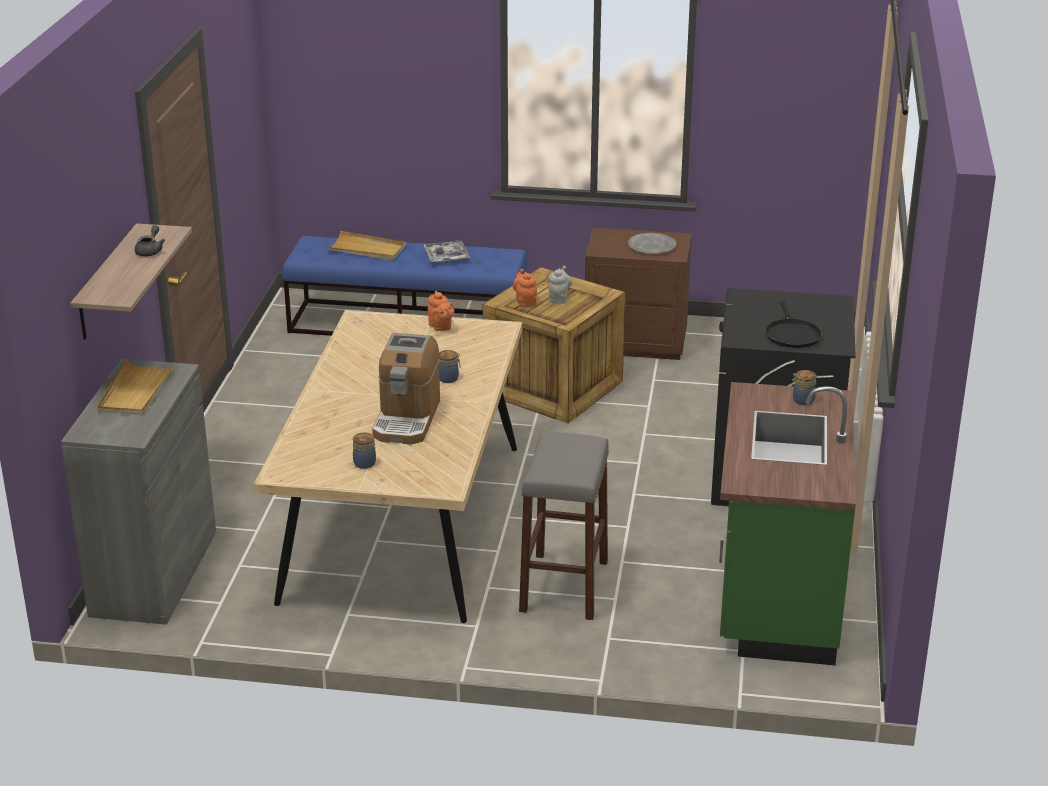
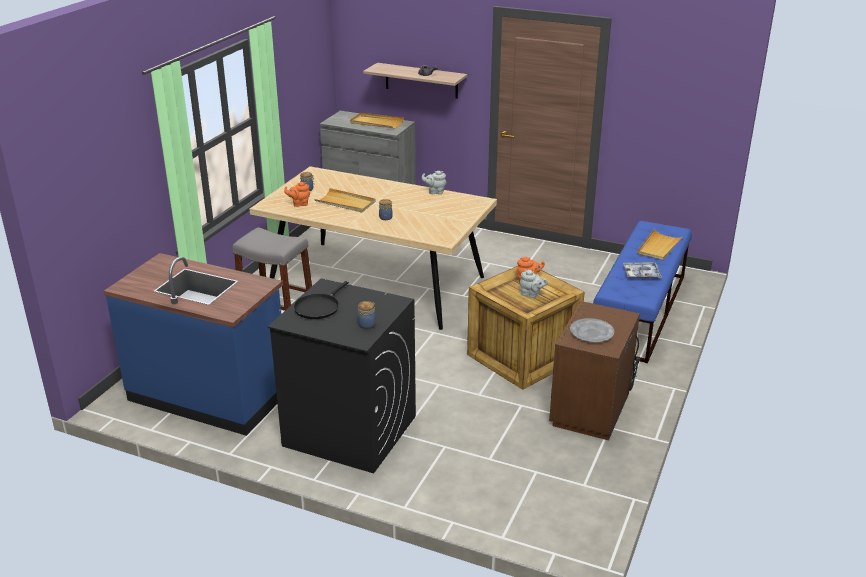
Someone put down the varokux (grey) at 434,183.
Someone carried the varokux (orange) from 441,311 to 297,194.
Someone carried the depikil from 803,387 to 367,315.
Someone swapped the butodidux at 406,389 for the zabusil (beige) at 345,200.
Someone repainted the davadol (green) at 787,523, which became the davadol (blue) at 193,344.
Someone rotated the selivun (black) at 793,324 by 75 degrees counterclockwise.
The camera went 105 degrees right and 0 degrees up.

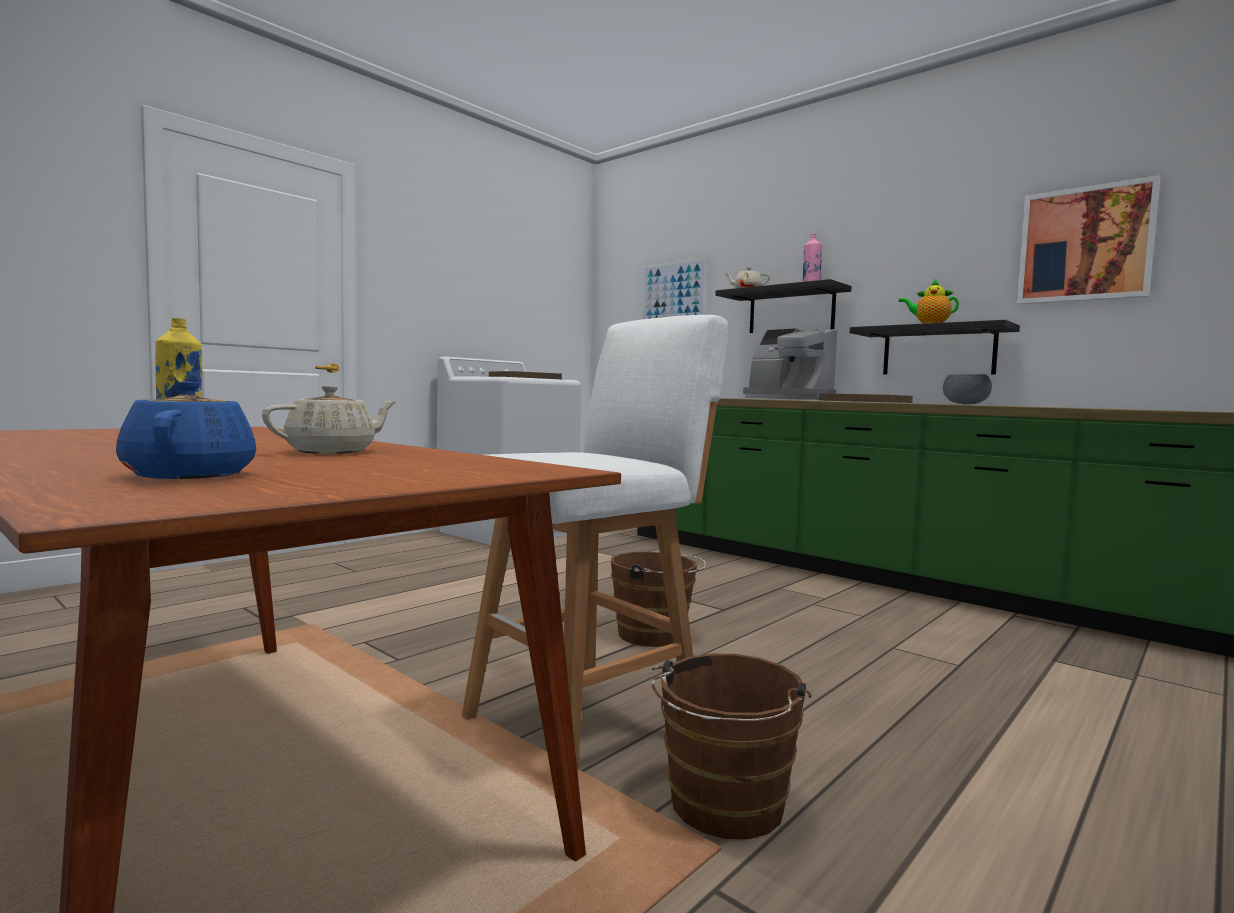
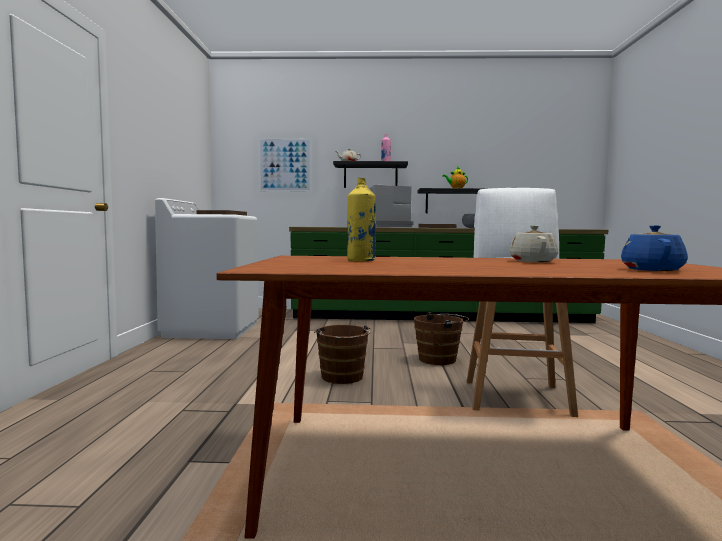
Someone took away the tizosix at 1089,240.
Someone carried the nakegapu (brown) from 731,746 to 342,354.
Someone rotated the varokux (blue) at 186,430 by 75 degrees clockwise.
Someone rotated the butodidux at 790,364 by 150 degrees clockwise.
The camera went 40 degrees left and 0 degrees up.

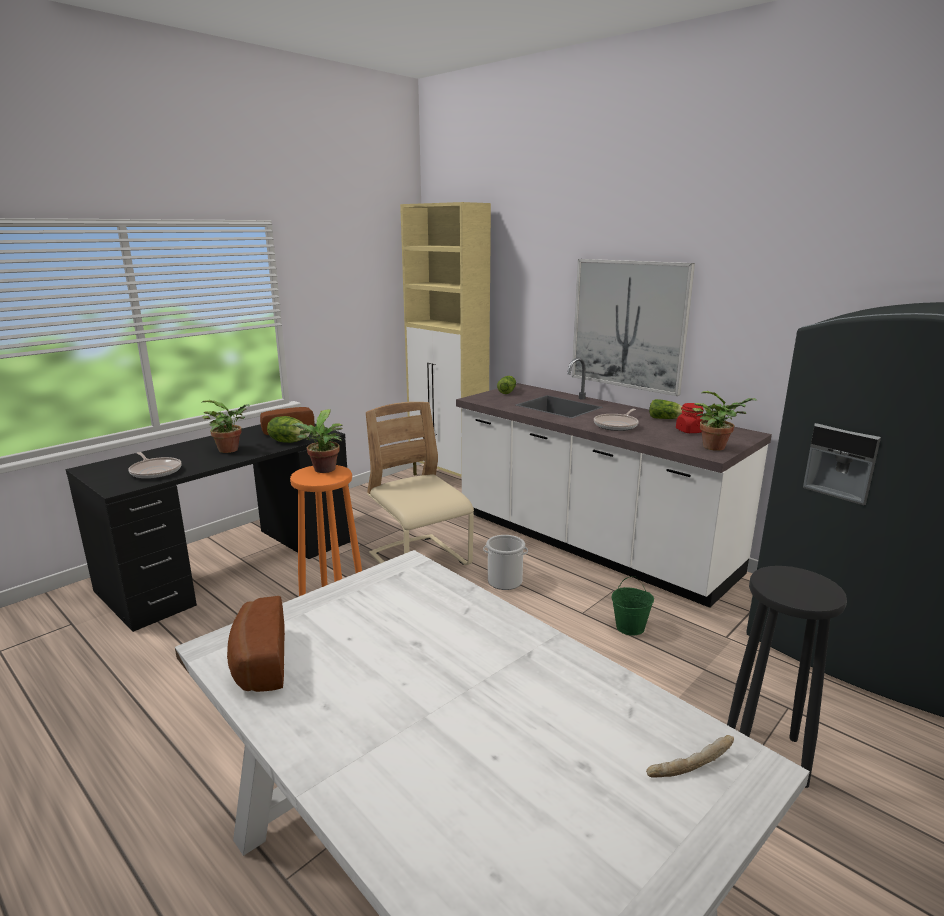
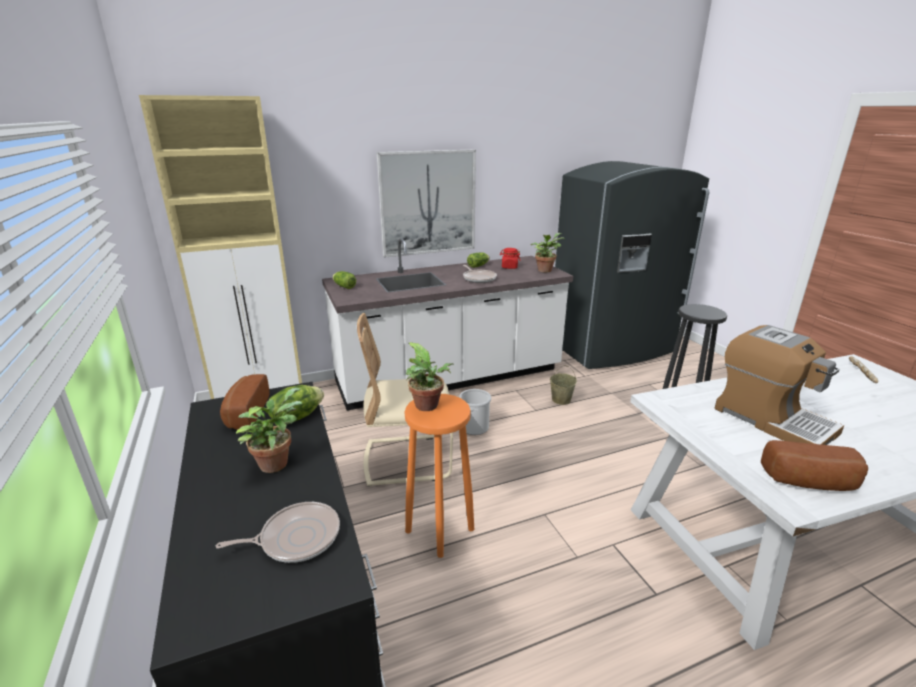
Someone put down the butodidux at 779,385.
Someone repainted the nakegapu (green) at 633,606, which became the nakegapu (beige) at 563,385.
The camera went 65 degrees left and 5 degrees up.

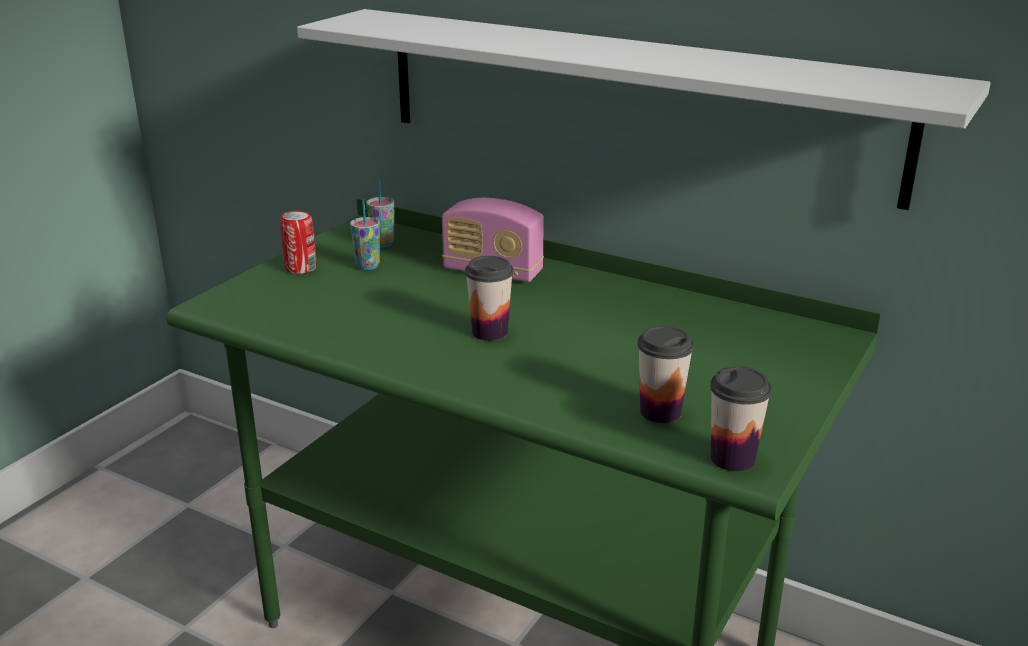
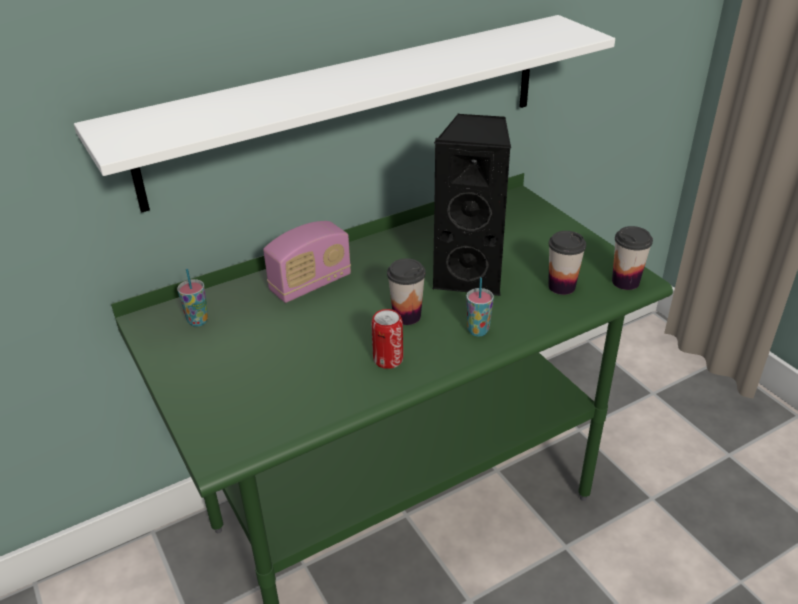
Someone put down the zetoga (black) at 471,205.
Someone carried the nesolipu from 298,242 to 387,339.
Someone carried the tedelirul from 365,234 to 480,306.
The camera went 60 degrees left and 10 degrees up.

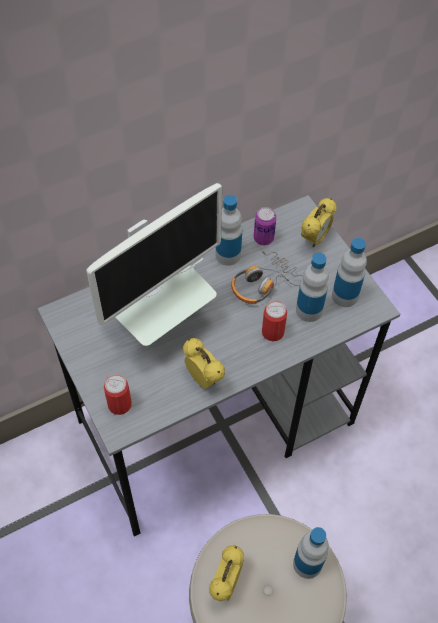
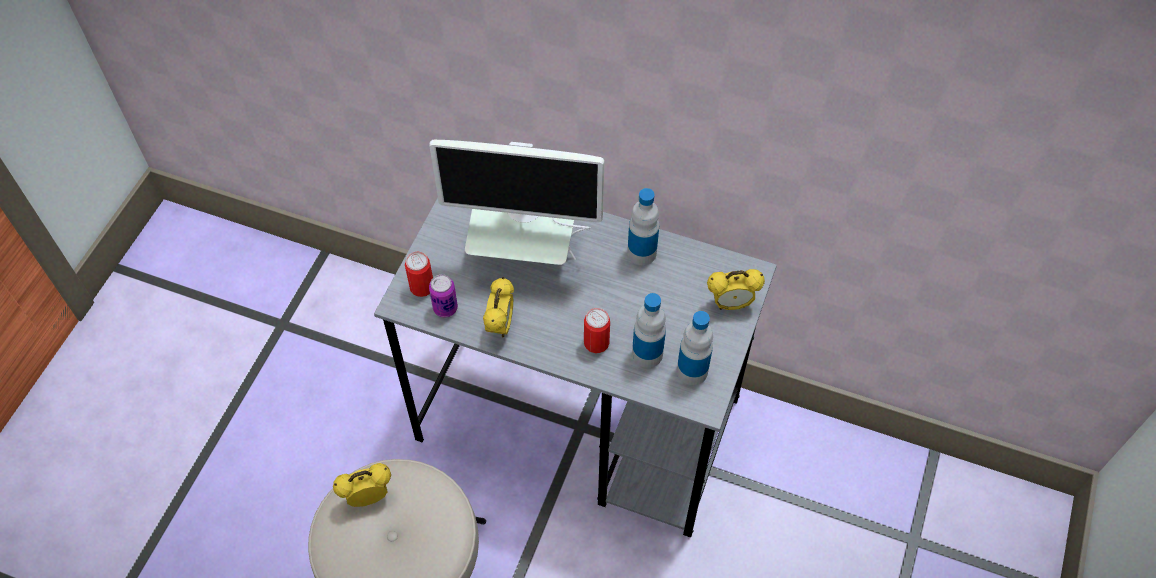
Someone took away the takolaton at 267,277.
Someone took away the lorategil at 311,553.
Someone carried the nesolipu from 265,226 to 443,296.
The camera went 50 degrees right and 0 degrees up.

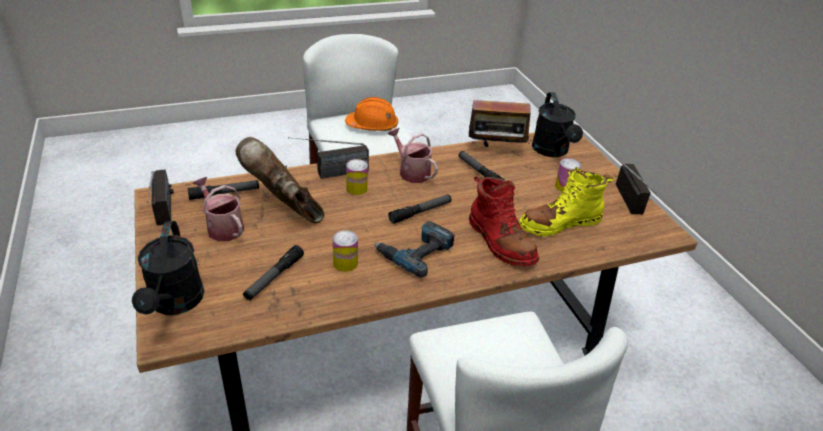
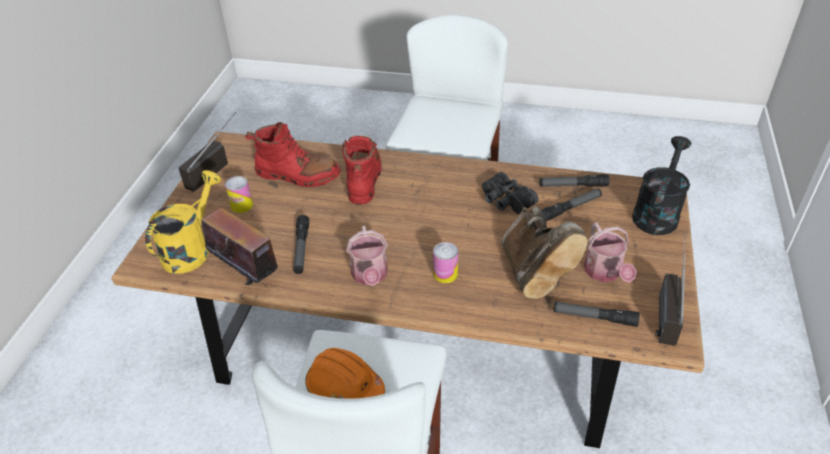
Someone took away the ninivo at 328,158.
Someone took away the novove at 414,249.
Someone carried the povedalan from 420,209 to 574,180.
Someone swapped the nesolipu at 345,251 for the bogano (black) at 510,193.
Someone repainted the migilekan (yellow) at 566,202, which became the migilekan (red) at 293,154.
Someone repainted the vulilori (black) at 557,125, which became the vulilori (yellow) at 183,222.
The camera went 145 degrees left and 5 degrees up.

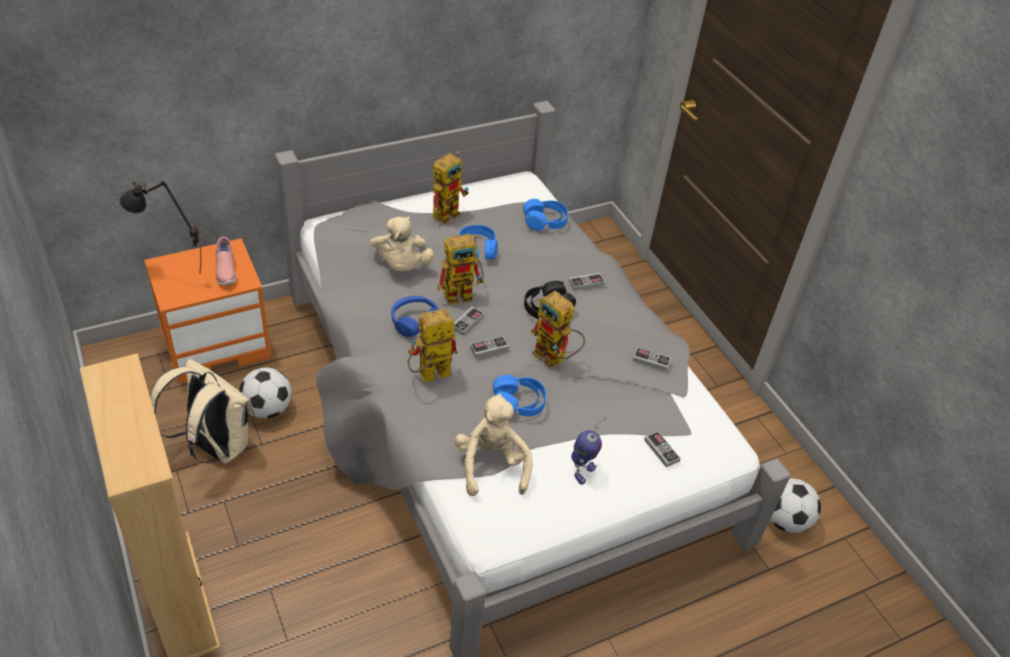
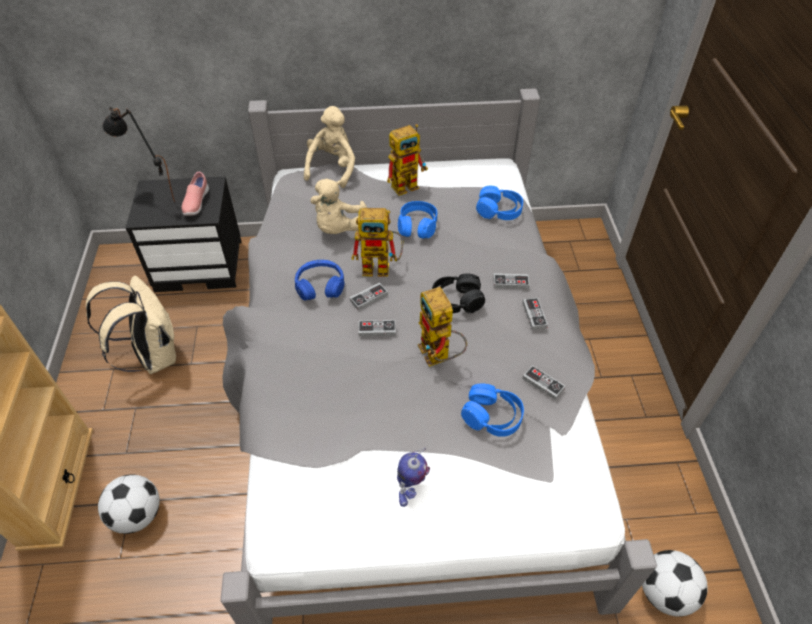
Someone took away the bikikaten at 432,345.
Someone carried the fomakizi from 265,392 to 129,504.
Someone carried the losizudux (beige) from 493,445 to 329,147.
Someone carried the takolaton (blue) from 519,396 to 492,410.
Someone carried the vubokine from 662,449 to 535,314.
Someone repainted the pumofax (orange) at 207,310, which became the pumofax (black) at 183,234.
The camera went 25 degrees right and 5 degrees up.

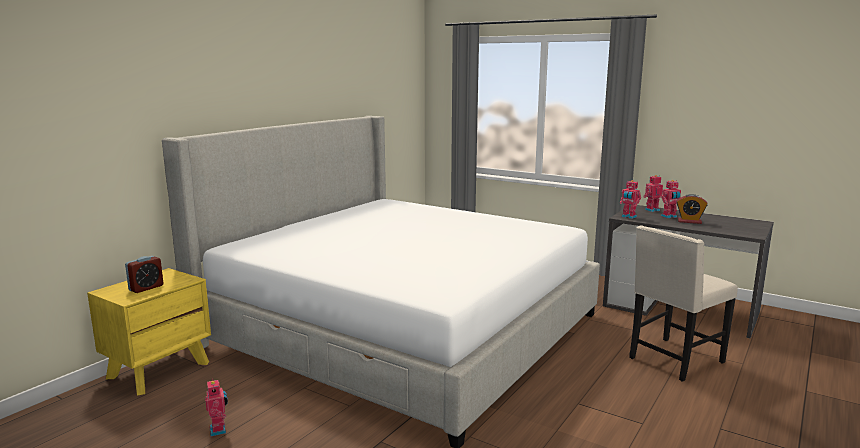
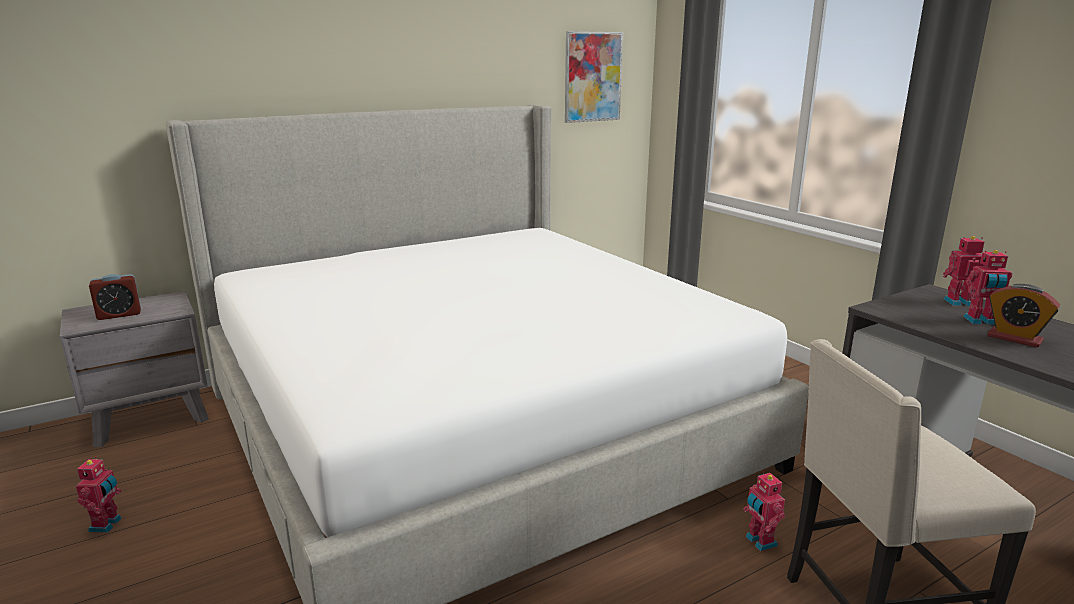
Someone put up the tizosix at 594,77.
Someone carried the bikikaten from 630,199 to 764,511.
Someone repainted the pumofax (yellow) at 149,332, which became the pumofax (grey) at 134,369.
The camera went 25 degrees right and 5 degrees up.

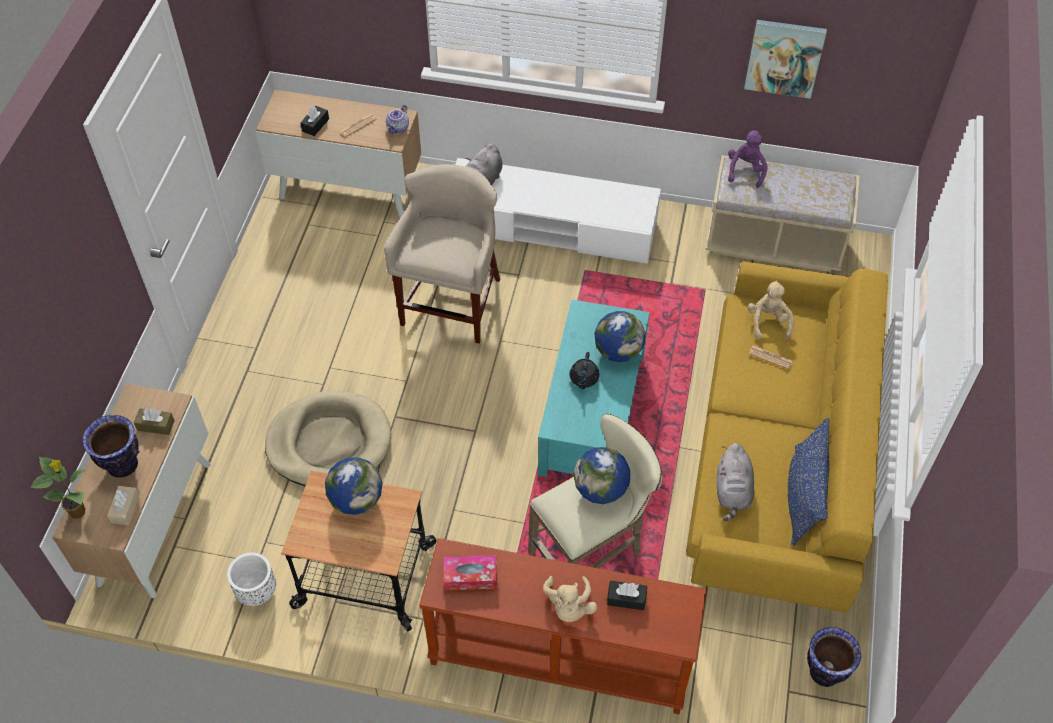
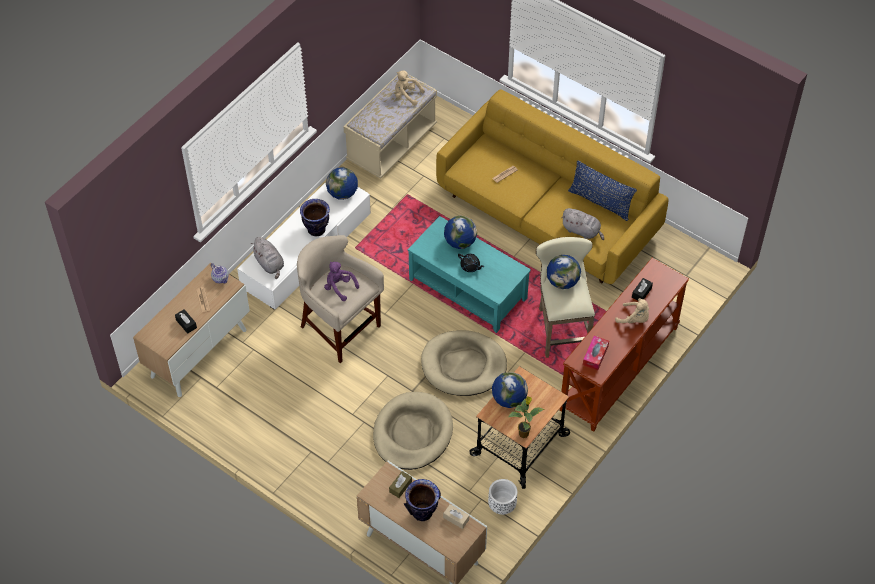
Someone took away the tizosix at 785,59.
Someone put down the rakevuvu at 342,183.
Someone put down the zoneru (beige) at 464,363.
Someone carried the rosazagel from 57,488 to 526,417.
Someone carried the losizudux (purple) from 748,159 to 341,281.
Someone carried the losizudux (beige) from 771,310 to 410,88.
Someone carried the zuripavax from 834,657 to 315,217.
The camera went 65 degrees left and 0 degrees up.

